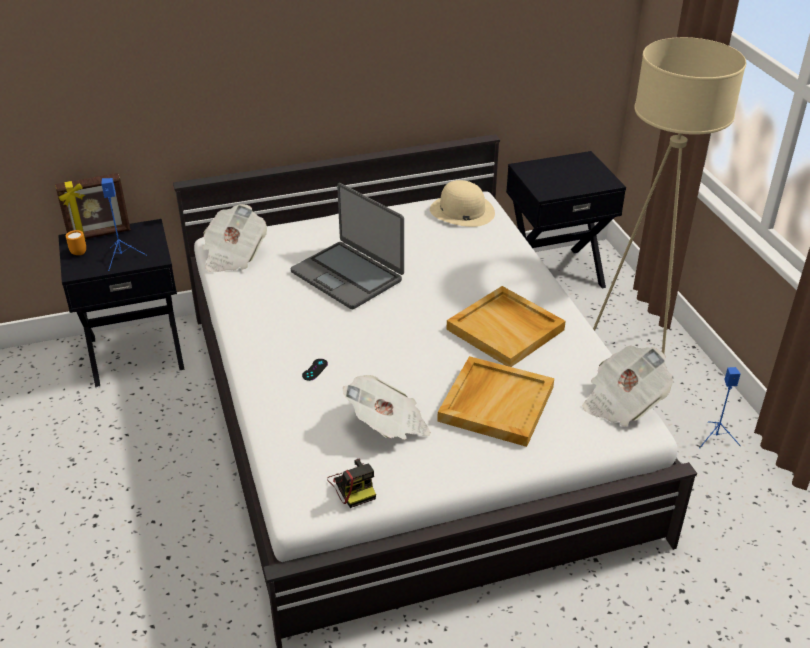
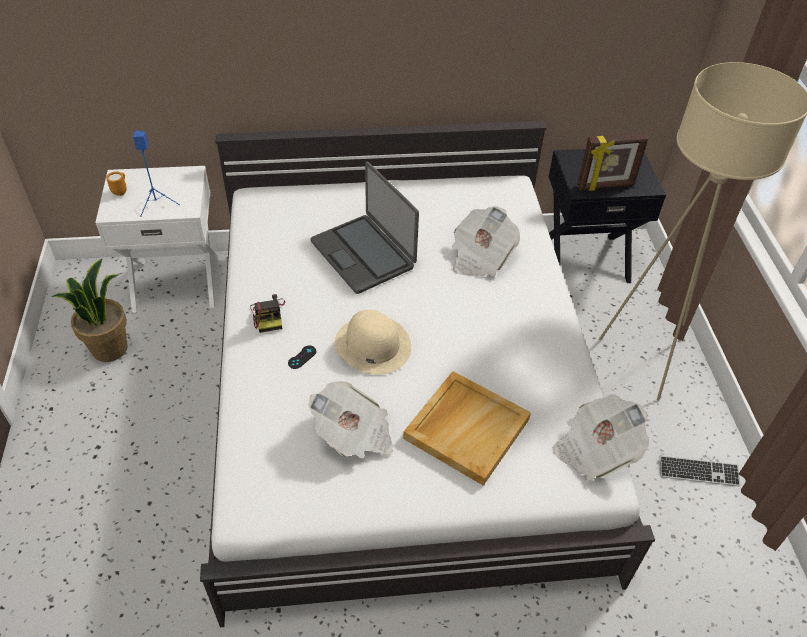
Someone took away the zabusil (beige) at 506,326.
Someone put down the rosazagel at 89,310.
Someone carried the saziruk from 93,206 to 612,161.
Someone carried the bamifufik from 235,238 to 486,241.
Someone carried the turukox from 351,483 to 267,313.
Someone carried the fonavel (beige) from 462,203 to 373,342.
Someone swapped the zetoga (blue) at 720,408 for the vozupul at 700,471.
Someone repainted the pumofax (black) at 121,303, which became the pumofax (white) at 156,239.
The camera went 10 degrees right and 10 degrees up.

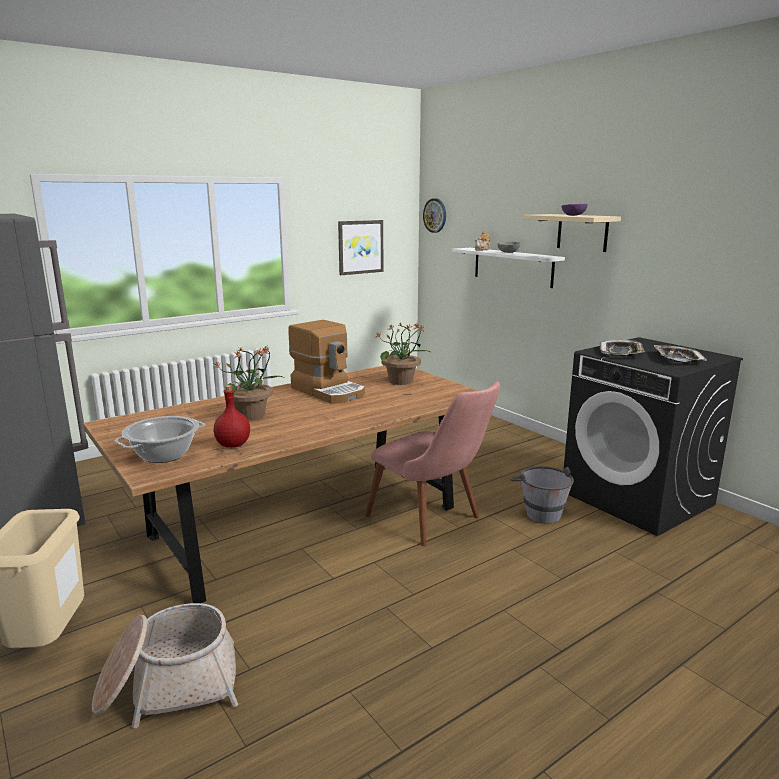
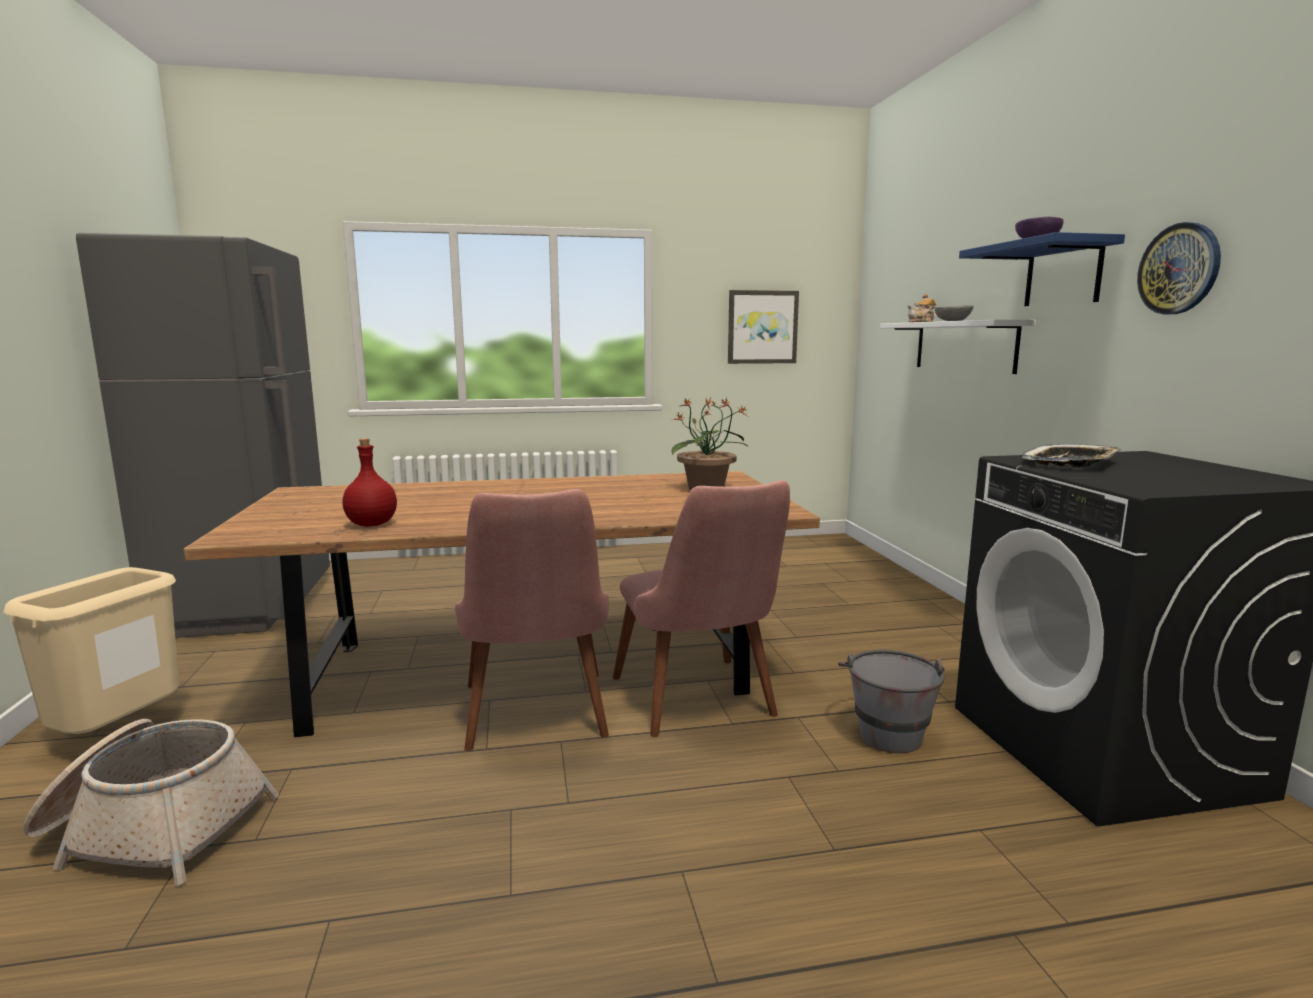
Someone took away the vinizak at 160,439.
Someone took away the rosazagel at 249,383.
Someone took away the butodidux at 326,361.
Someone took away the zabusil at 680,354.
Someone put down the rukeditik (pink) at 532,620.
Someone carried the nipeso from 434,215 to 1179,268.
Someone repainted the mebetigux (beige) at 572,233, which became the mebetigux (blue) at 1042,269.
The camera went 25 degrees right and 5 degrees down.

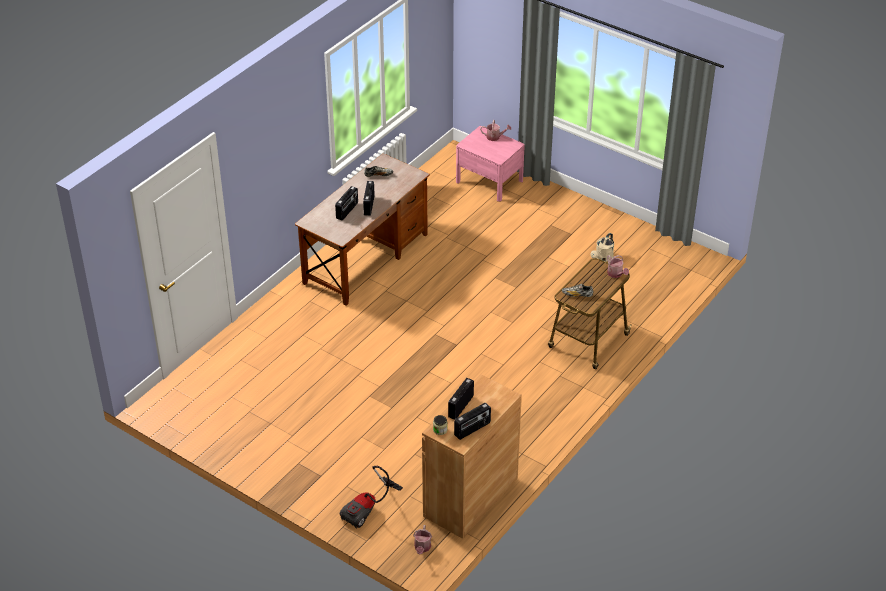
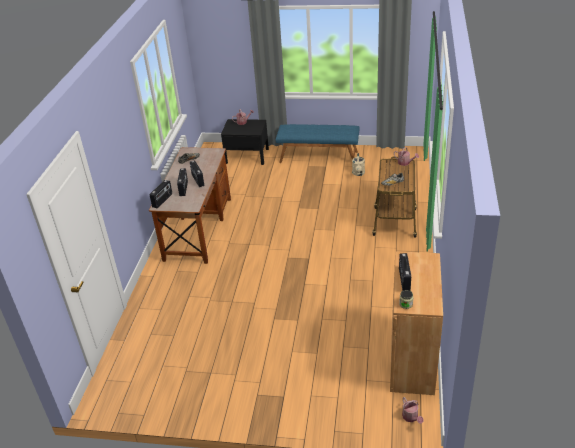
Someone took away the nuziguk at 371,497.
Someone put down the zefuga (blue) at 318,143.
Someone carried the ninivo from 472,421 to 161,194.
Someone repainted the pumofax (pink) at 490,164, which became the pumofax (black) at 245,142.
The camera went 25 degrees left and 5 degrees down.

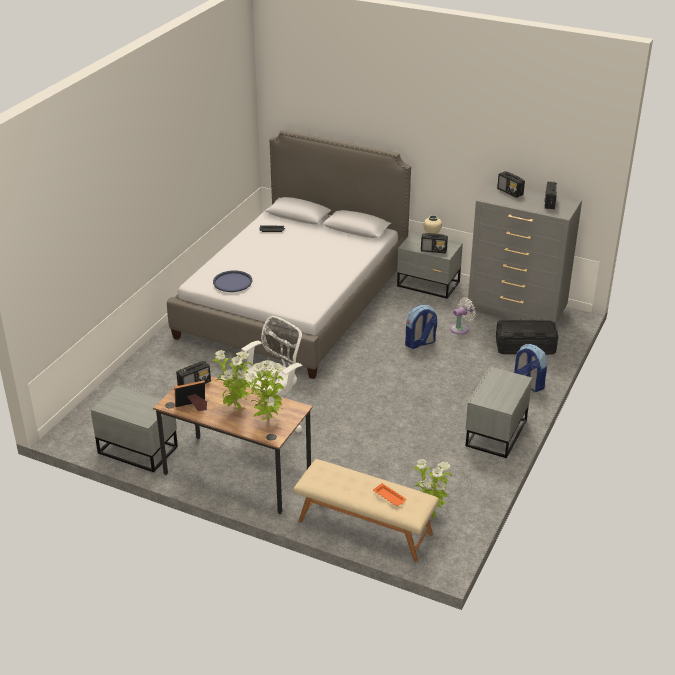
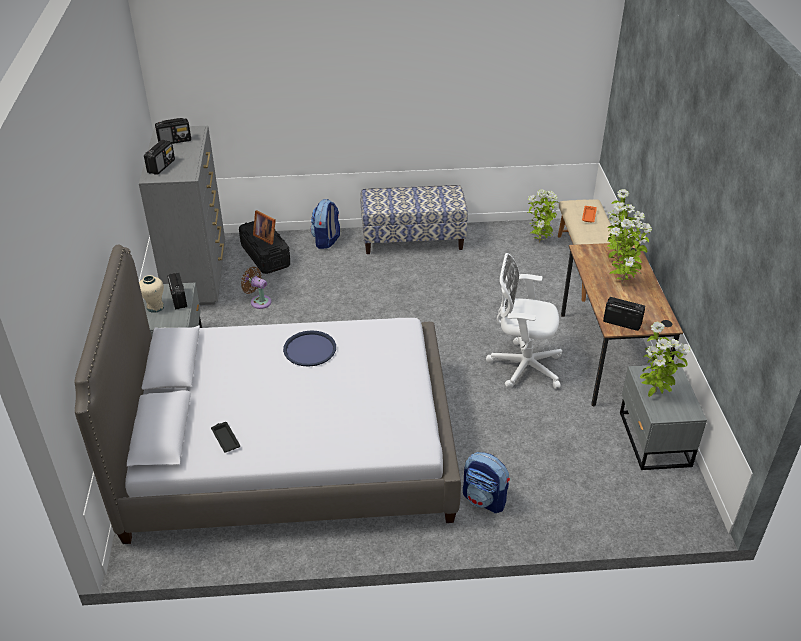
Someone put down the rosazagel at 665,359.
Someone carried the saziruk from 191,395 to 264,227.
Someone carried the zabusil (blue) from 232,281 to 309,349.
Someone carried the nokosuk from 421,327 to 486,482.
Someone swapped the pumofax (grey) at 498,412 for the zefuga at 414,219.
Someone repainted the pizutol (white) at 463,316, which became the pizutol (brown) at 256,288.
The camera went 120 degrees left and 5 degrees up.

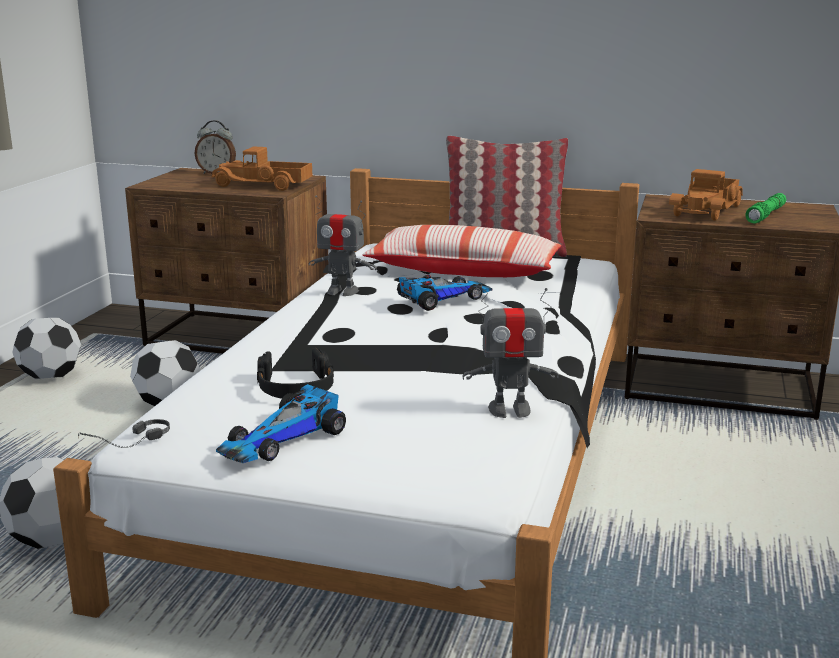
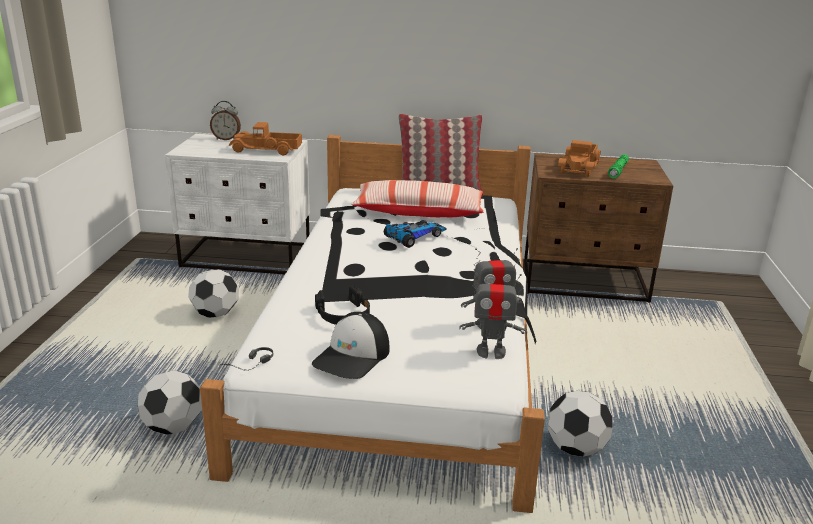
Someone carried the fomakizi from 46,348 to 580,424.
Someone carried the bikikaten from 342,245 to 493,314.
Someone swapped the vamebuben at 281,423 for the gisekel at 350,345.
Someone repainted the pumofax (brown) at 227,261, which became the pumofax (white) at 237,204.
The camera went 10 degrees left and 5 degrees up.

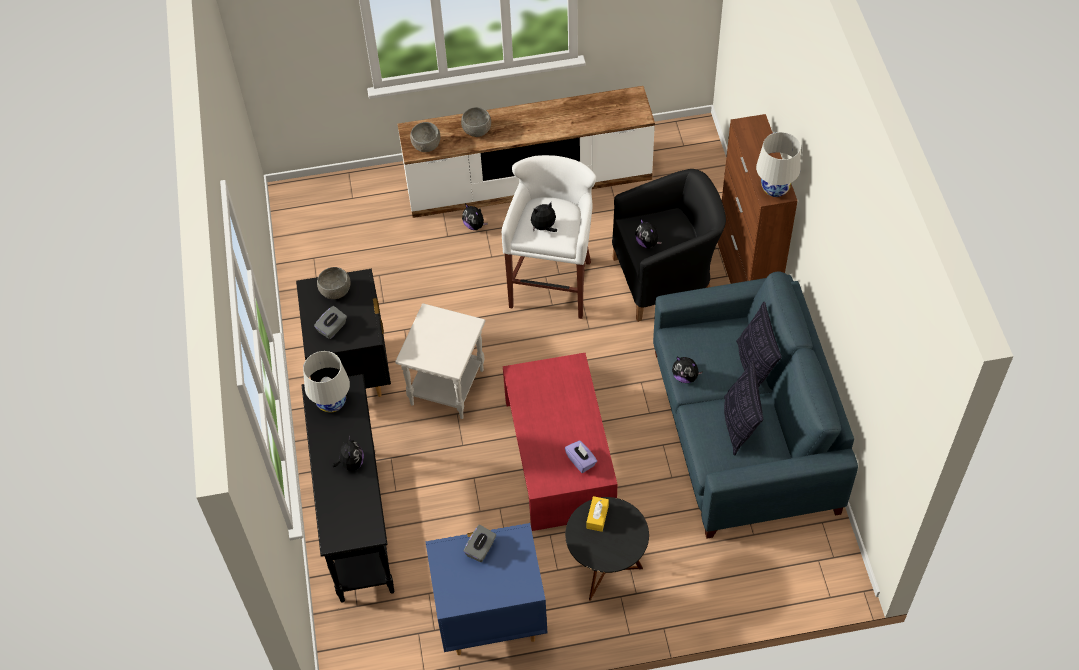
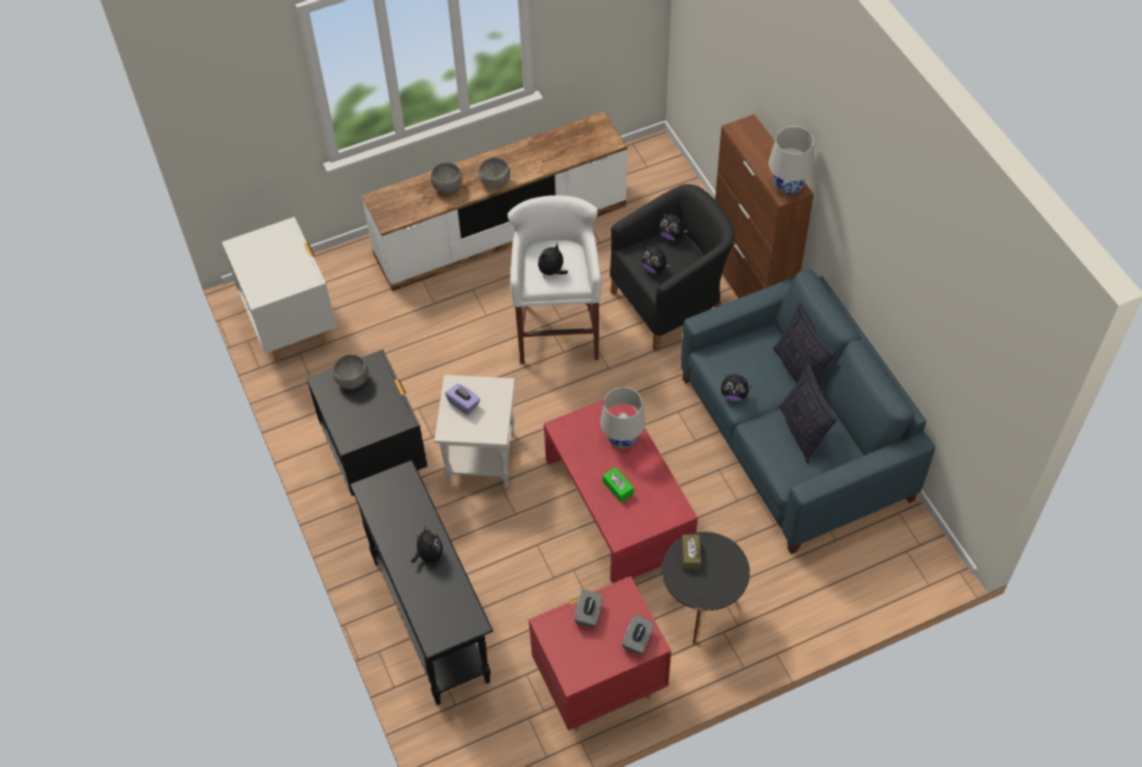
Someone put down the pumofax (white) at 279,290.
Someone put down the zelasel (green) at 618,485.
Someone carried the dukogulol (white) from 326,382 to 623,418.
Someone carried the zelasel (grey) from 330,322 to 638,634.
Someone carried the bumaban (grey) from 425,137 to 494,173.
Someone carried the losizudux from 475,216 to 673,227.
Someone carried the zelasel (purple) from 581,456 to 462,399.
Someone repainted the pumofax (blue) at 486,589, which became the pumofax (red) at 599,653.
Someone repainted the zelasel (yellow) at 598,514, which became the zelasel (brown) at 691,552.
The camera went 15 degrees left and 0 degrees up.

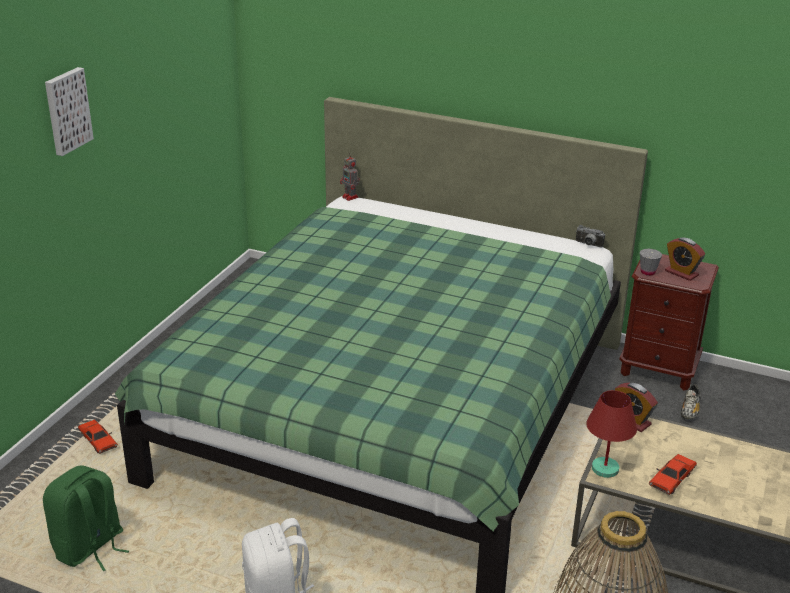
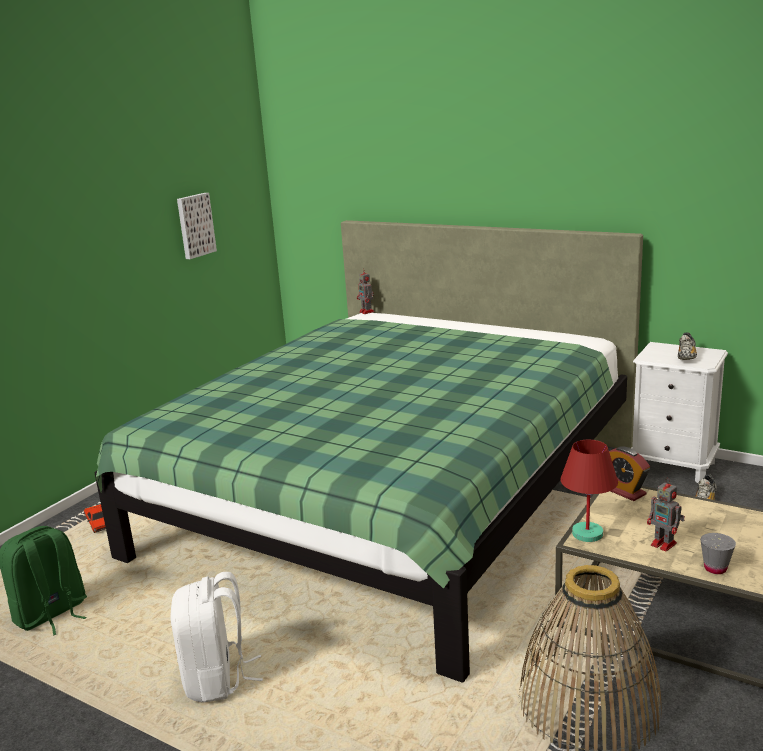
Someone took away the turukox at 590,236.
Someone carried the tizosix from 69,111 to 197,226.
Someone carried the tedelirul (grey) from 651,262 to 718,553.
Someone swapped the vamebuben (red) at 673,474 for the bikikaten at 666,515.
Someone swapped the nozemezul at 685,259 for the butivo at 687,346.
Someone repainted the pumofax (brown) at 669,322, which became the pumofax (white) at 679,413.
The camera went 10 degrees right and 10 degrees down.

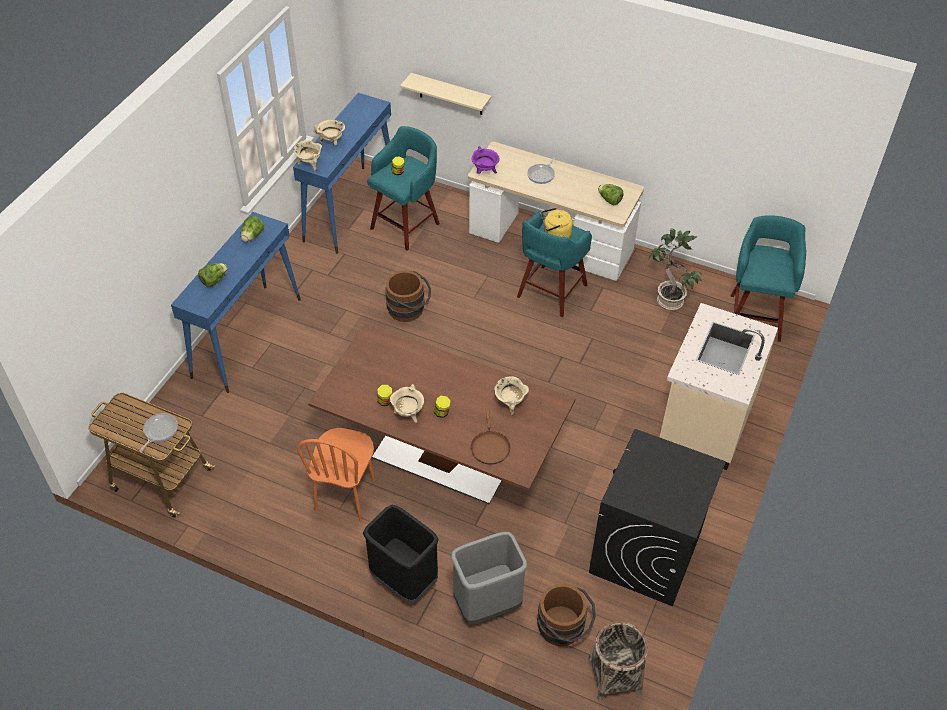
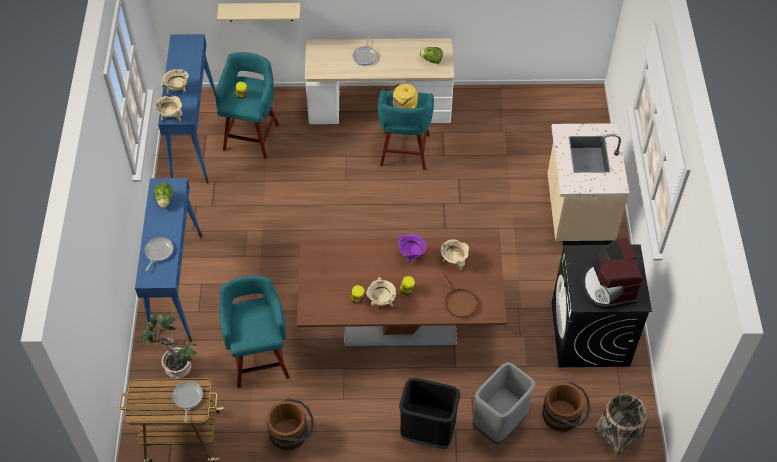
Someone took away the rukeditik (orange) at 336,474.
Someone put down the butodidux at 612,273.
Someone carried the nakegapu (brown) from 408,296 to 290,424.
Someone carried the vinizak (purple) from 485,160 to 412,248.
Someone carried the rosazagel from 675,269 to 169,345.
Someone carried the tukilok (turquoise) from 768,278 to 254,331.
Someone swapped the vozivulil at 213,275 for the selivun at 159,254.
The camera went 25 degrees left and 5 degrees up.

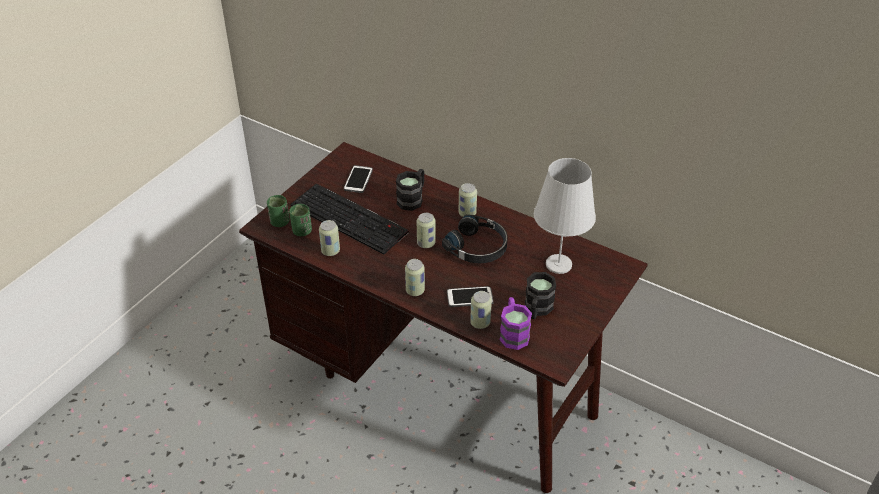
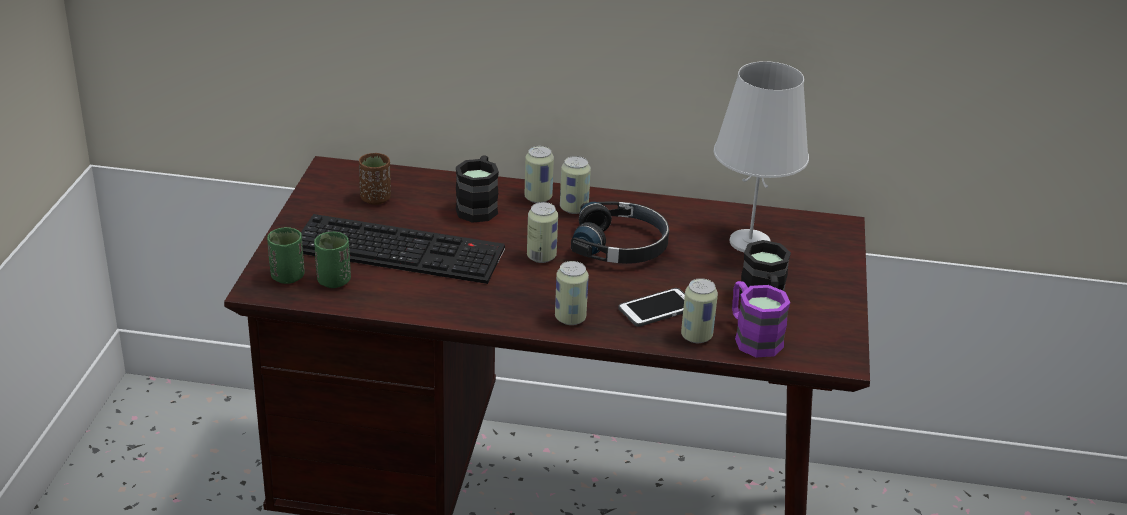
Someone carried the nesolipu from 329,238 to 539,174.
Someone swapped the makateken at 358,179 for the tedelirul (brown) at 375,179.
The camera went 25 degrees left and 10 degrees down.

